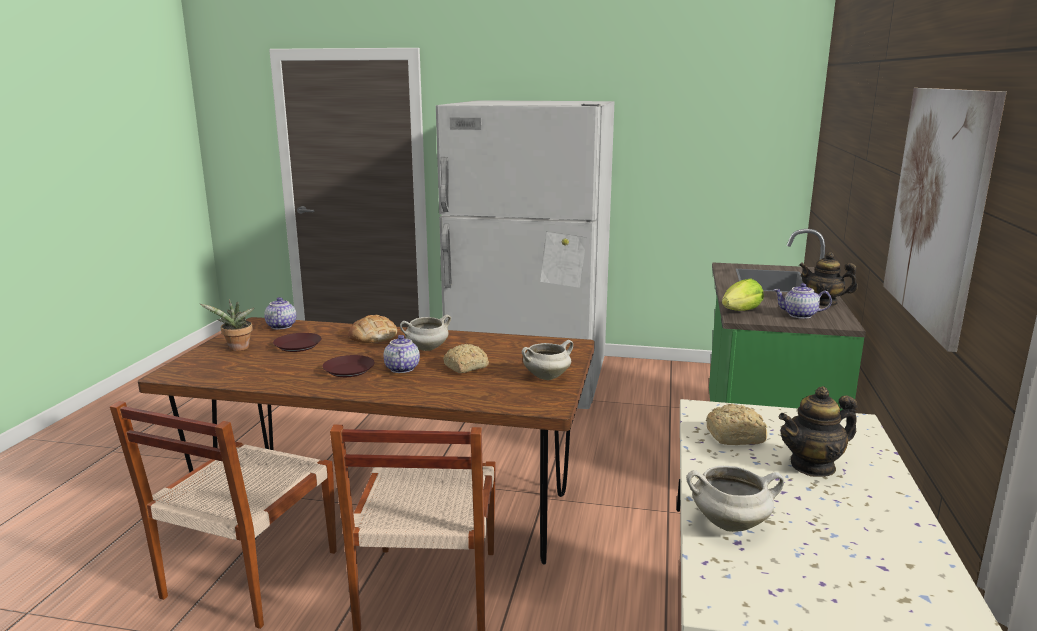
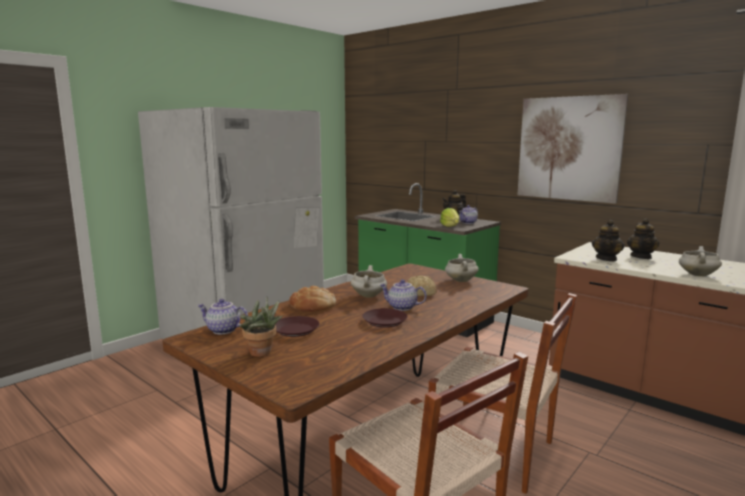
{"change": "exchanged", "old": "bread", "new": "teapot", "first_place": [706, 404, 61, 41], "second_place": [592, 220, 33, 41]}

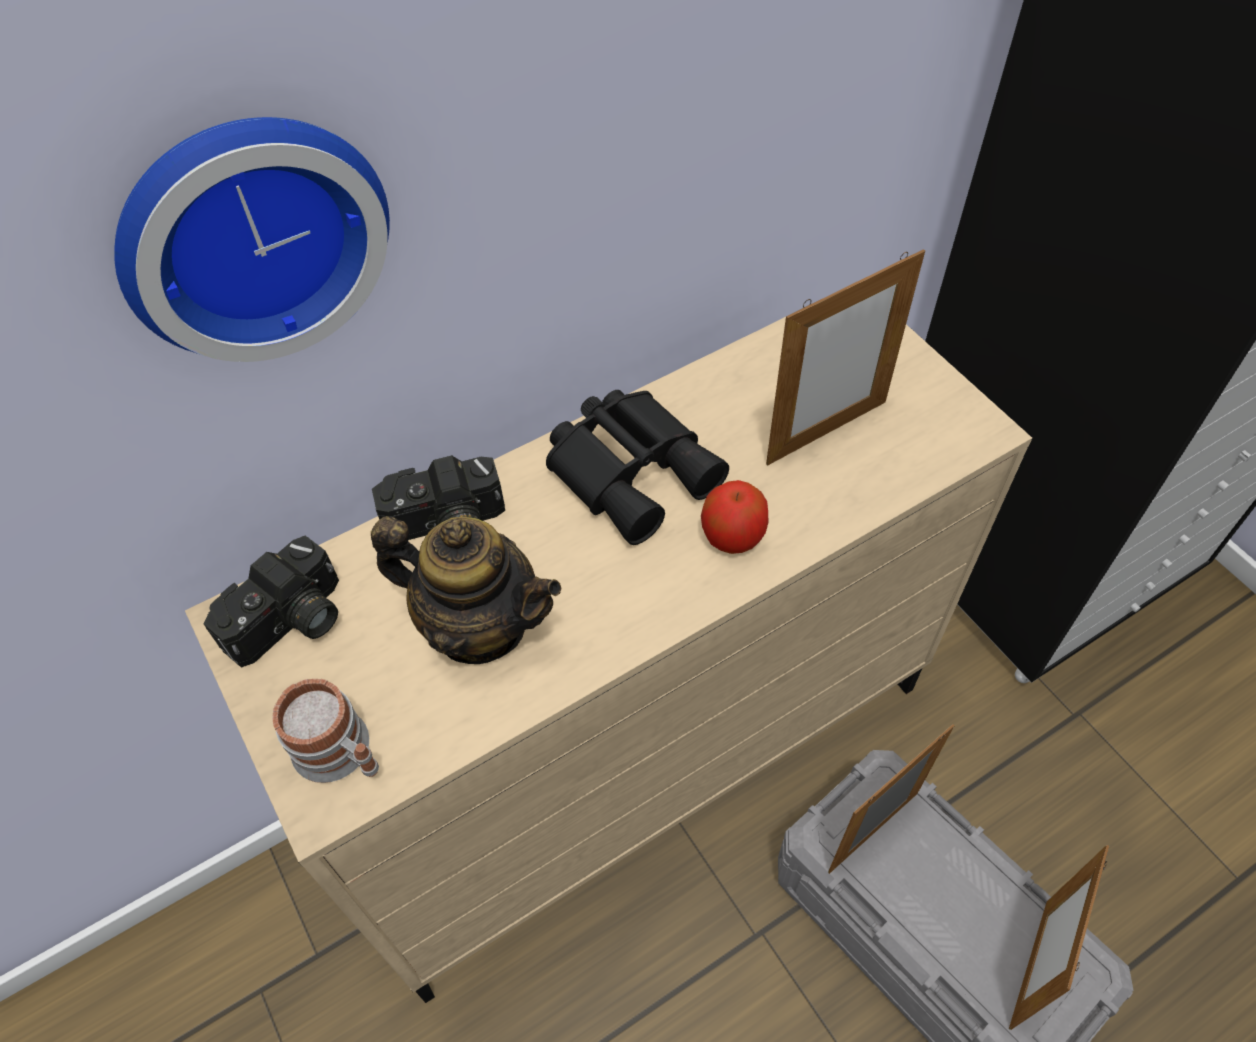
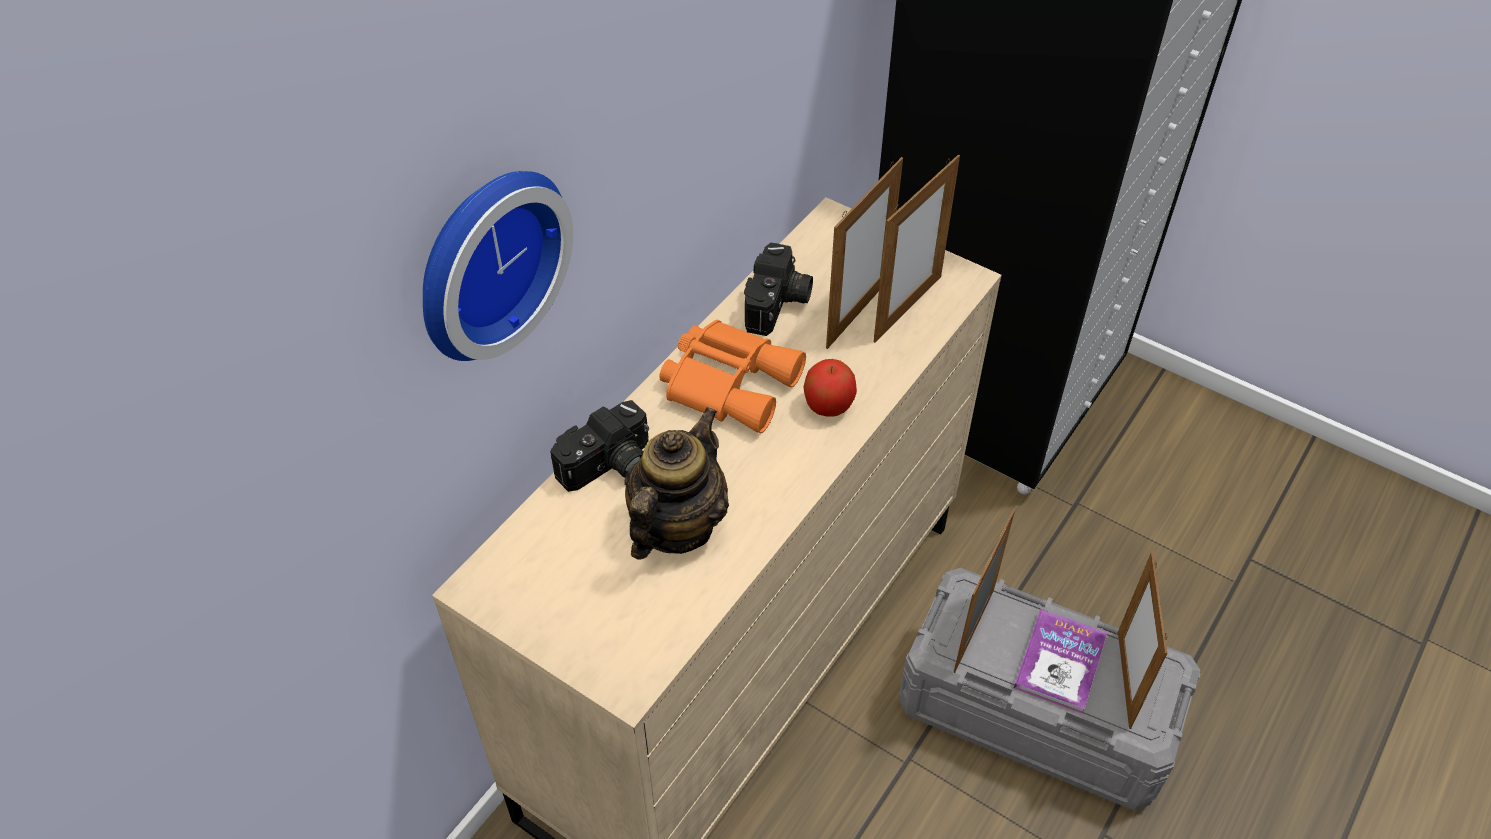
{"change": "spun", "old": "teapot", "first_place": [371, 516, 191, 148], "second_place": [624, 407, 105, 153], "degrees": -60}
{"change": "colour", "old": "black binoculars", "new": "orange binoculars", "first_place": [546, 390, 183, 155], "second_place": [659, 320, 147, 113]}
{"change": "relocated", "old": "photo camera", "first_place": [204, 535, 135, 133], "second_place": [744, 243, 69, 93]}
{"change": "appeared", "new": "picture frame", "second_place": [873, 154, 87, 188]}
{"change": "appeared", "new": "book", "second_place": [1014, 609, 93, 105]}
{"change": "missing", "old": "mug", "first_place": [272, 679, 107, 104]}

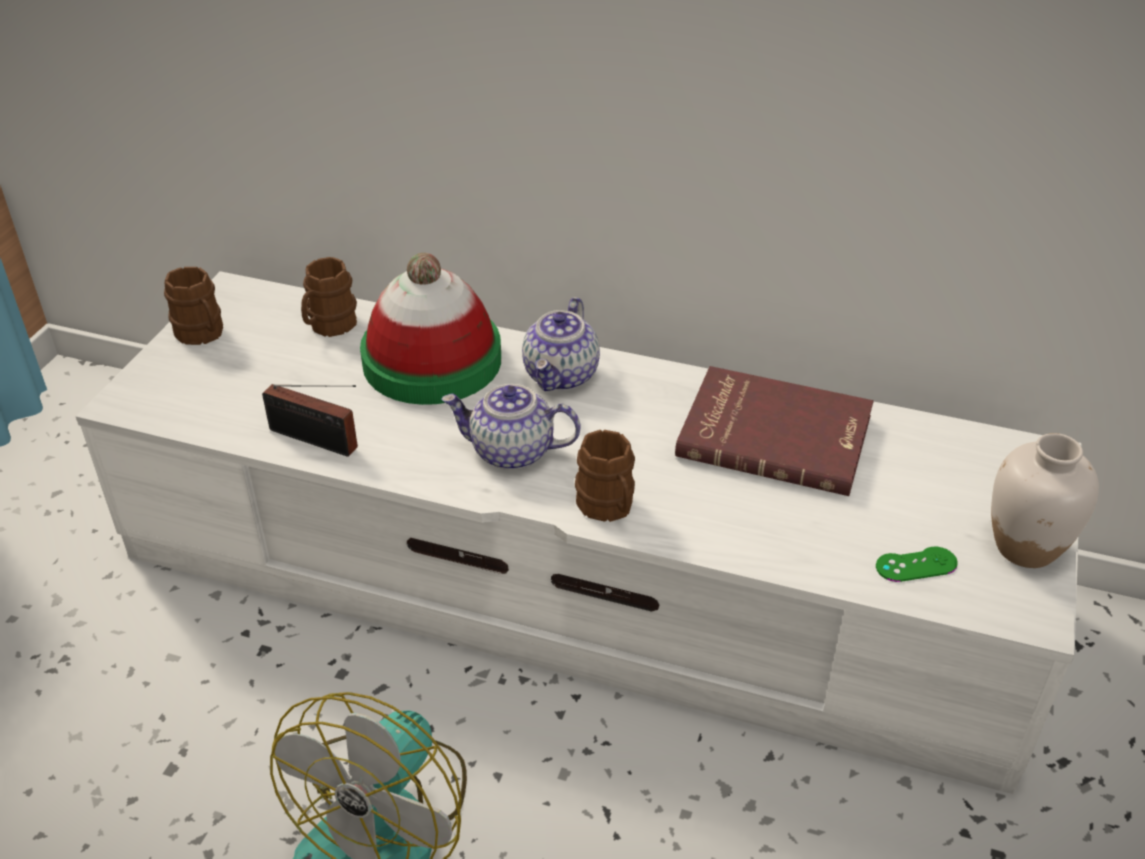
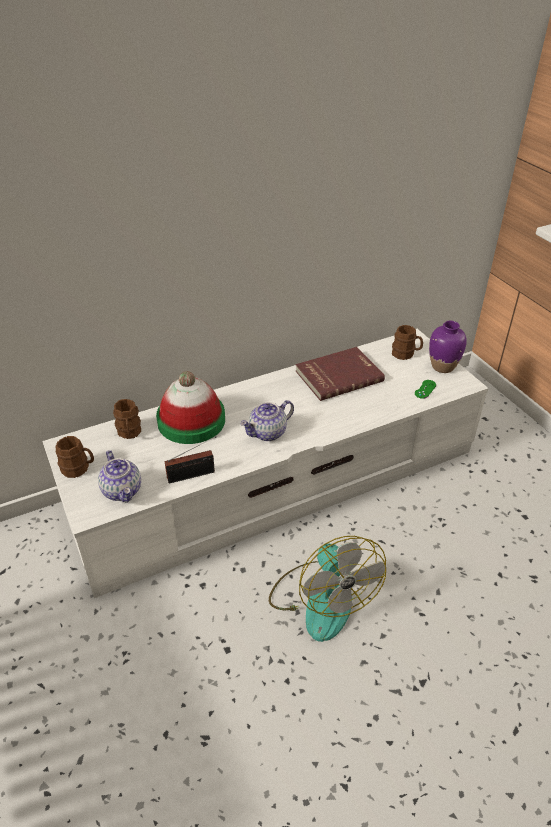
{"change": "relocated", "old": "teapot", "first_place": [522, 297, 78, 94], "second_place": [98, 450, 43, 53]}
{"change": "relocated", "old": "brown mug", "first_place": [575, 430, 60, 92], "second_place": [392, 325, 31, 35]}
{"change": "colour", "old": "white vase", "new": "purple vase", "first_place": [991, 433, 108, 135], "second_place": [429, 321, 38, 52]}

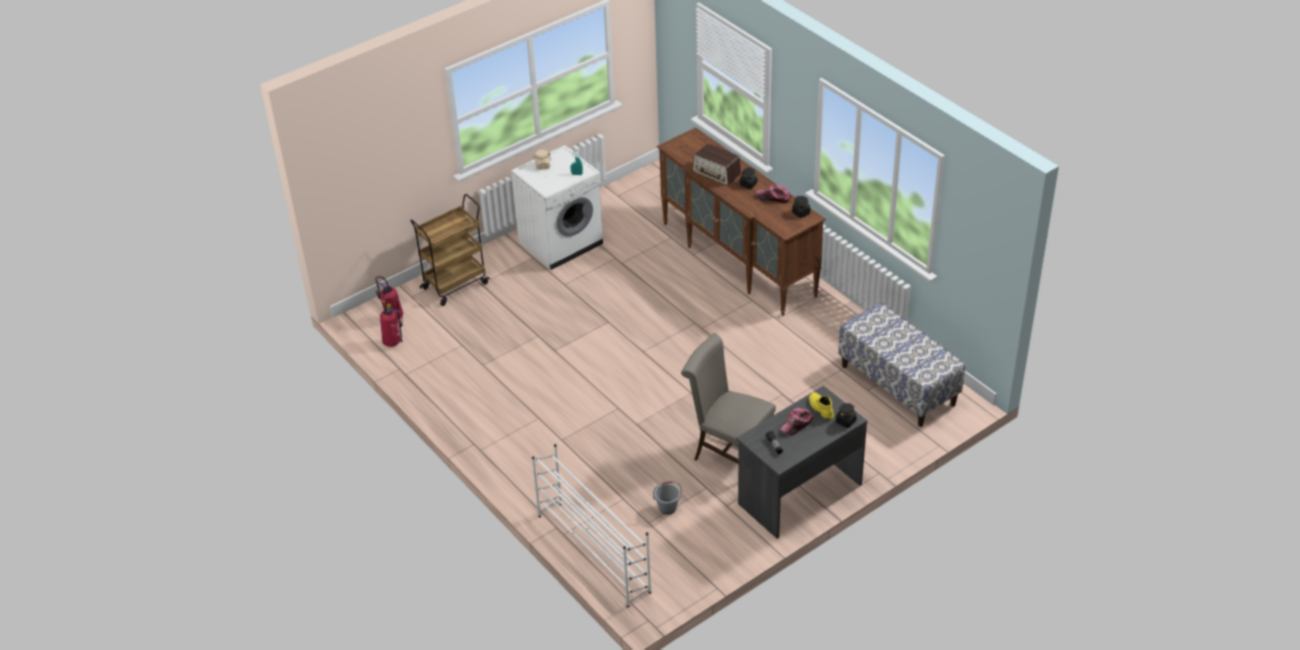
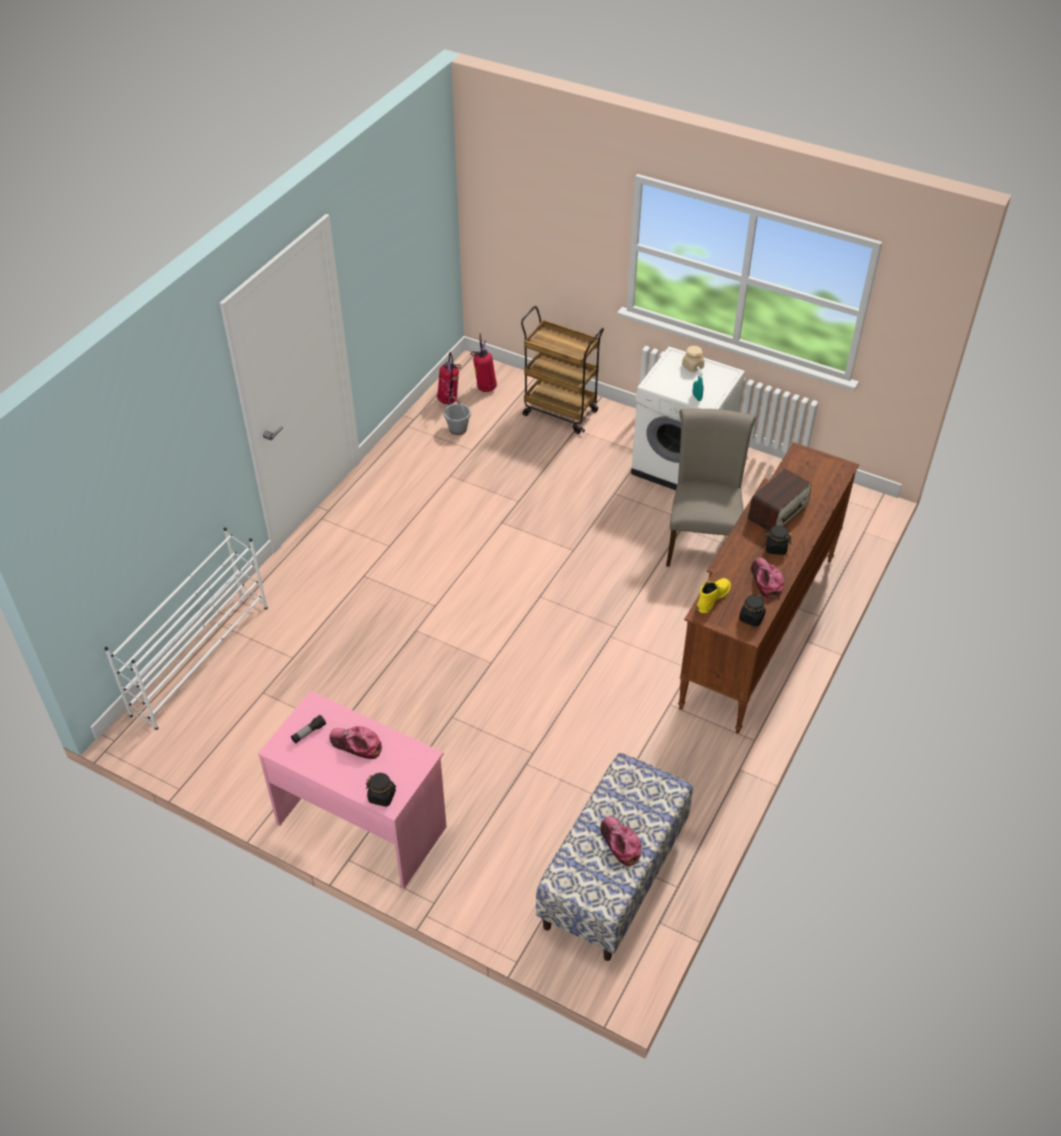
{"change": "colour", "old": "grey desk", "new": "pink desk", "first_place": [736, 386, 132, 153], "second_place": [258, 691, 188, 198]}
{"change": "relocated", "old": "grey bucket", "first_place": [653, 481, 28, 34], "second_place": [444, 396, 27, 39]}
{"change": "appeared", "new": "cap", "second_place": [600, 816, 41, 51]}
{"change": "relocated", "old": "beige chair", "first_place": [681, 333, 95, 131], "second_place": [666, 409, 90, 158]}
{"change": "relocated", "old": "yellow boot", "first_place": [809, 392, 25, 28], "second_place": [697, 578, 34, 35]}
{"change": "spun", "old": "radio", "first_place": [693, 144, 48, 41], "second_place": [747, 469, 65, 63], "degrees": -150}

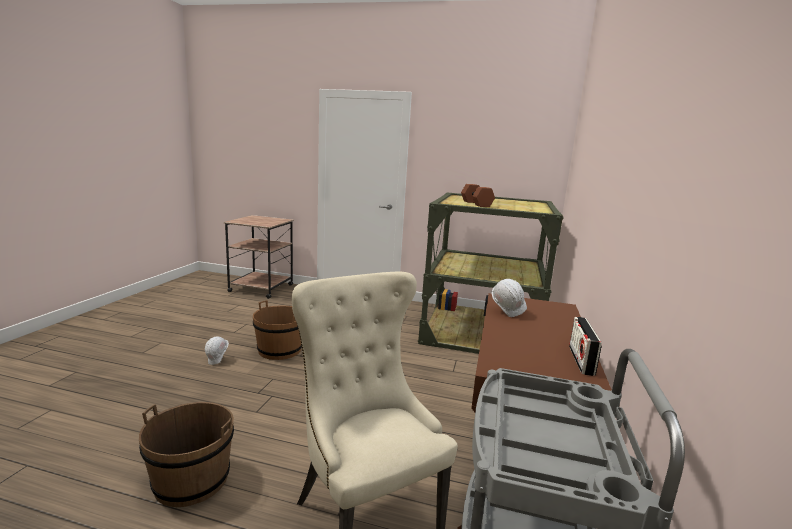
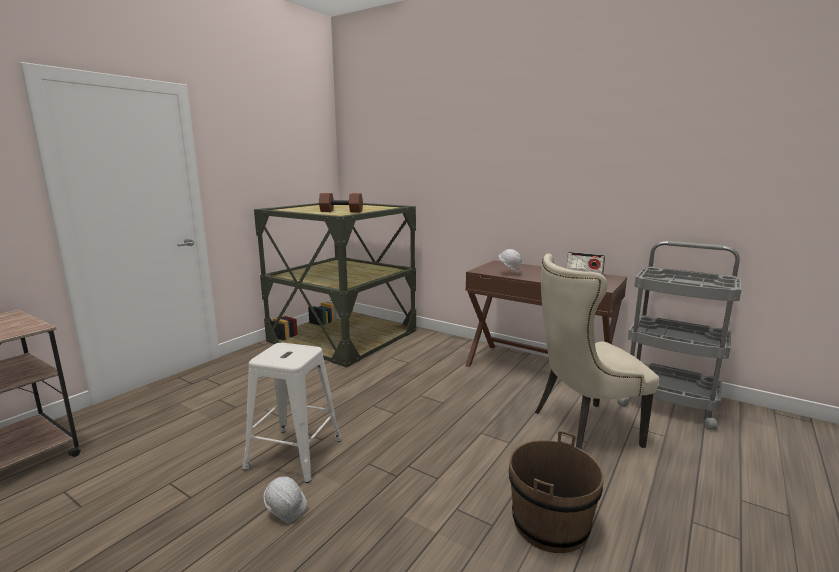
{"change": "exchanged", "old": "brown bucket", "new": "white stool", "first_place": [253, 300, 49, 60], "second_place": [242, 343, 100, 140]}

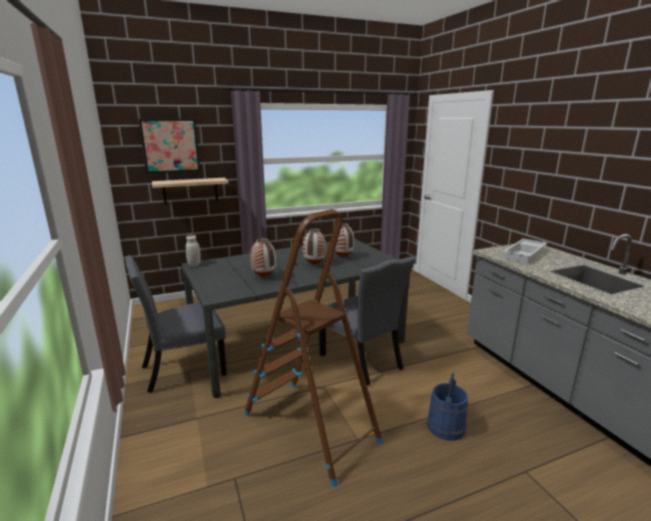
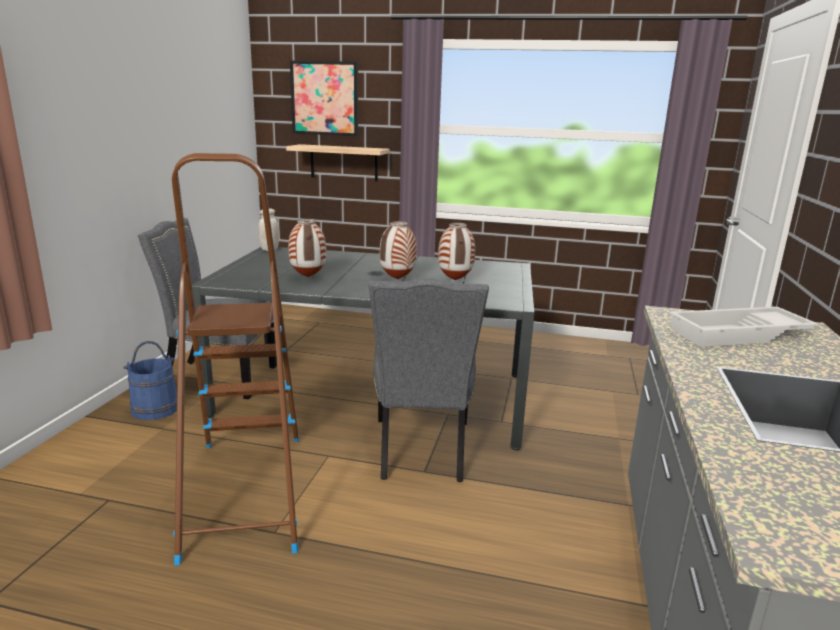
{"change": "relocated", "old": "blue bucket", "first_place": [427, 372, 41, 69], "second_place": [123, 341, 54, 79]}

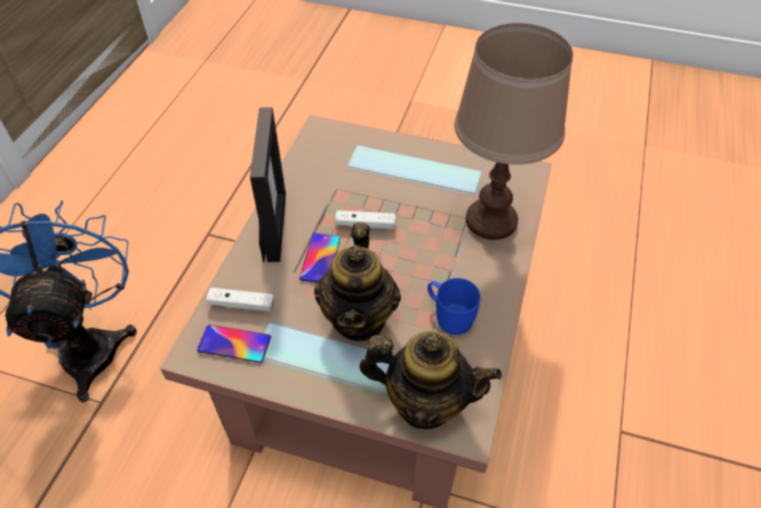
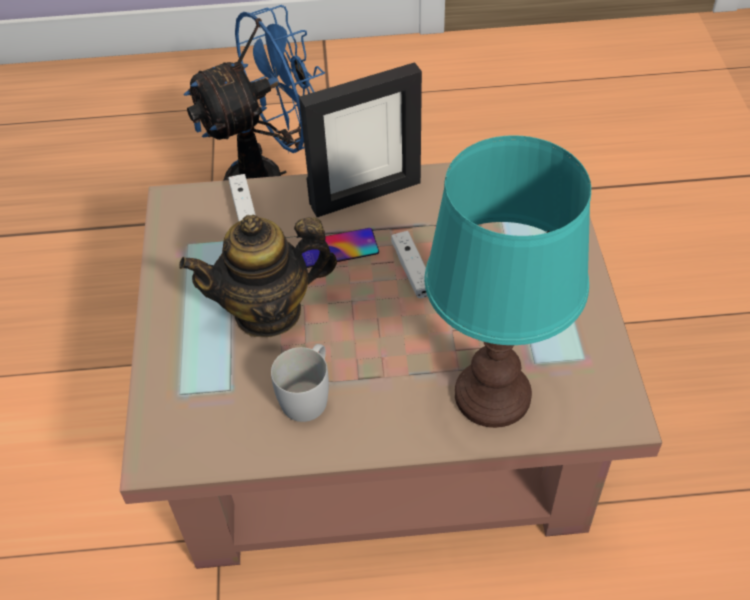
{"change": "colour", "old": "blue mug", "new": "white mug", "first_place": [427, 278, 54, 57], "second_place": [271, 344, 58, 78]}
{"change": "colour", "old": "brown table lamp", "new": "turquoise table lamp", "first_place": [454, 23, 119, 217], "second_place": [425, 135, 166, 293]}
{"change": "missing", "old": "phone", "first_place": [197, 325, 74, 38]}
{"change": "missing", "old": "teapot", "first_place": [359, 331, 143, 98]}

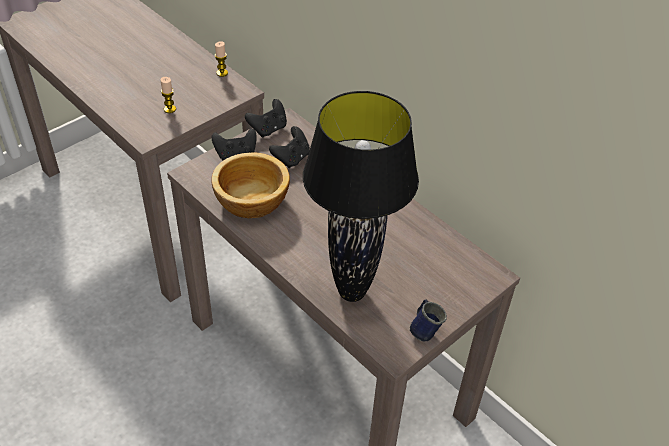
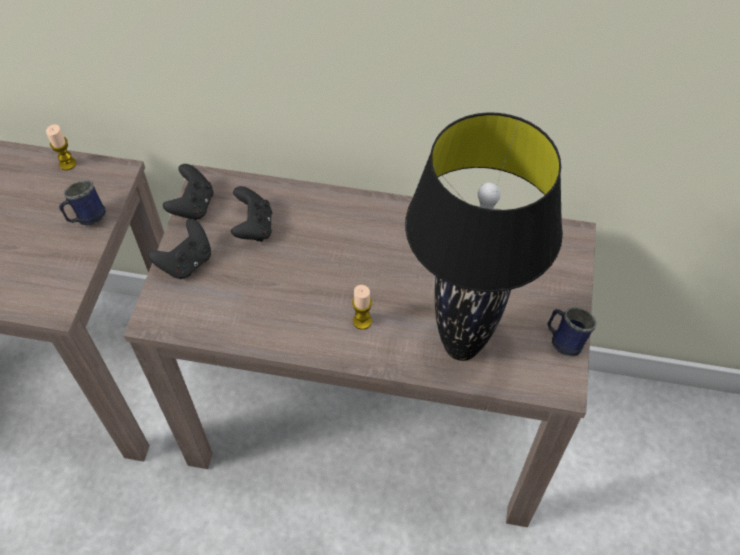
{"change": "appeared", "new": "blue mug", "second_place": [59, 180, 47, 45]}
{"change": "relocated", "old": "candle", "first_place": [160, 77, 16, 36], "second_place": [352, 285, 20, 45]}
{"change": "missing", "old": "bowl", "first_place": [211, 152, 79, 66]}

